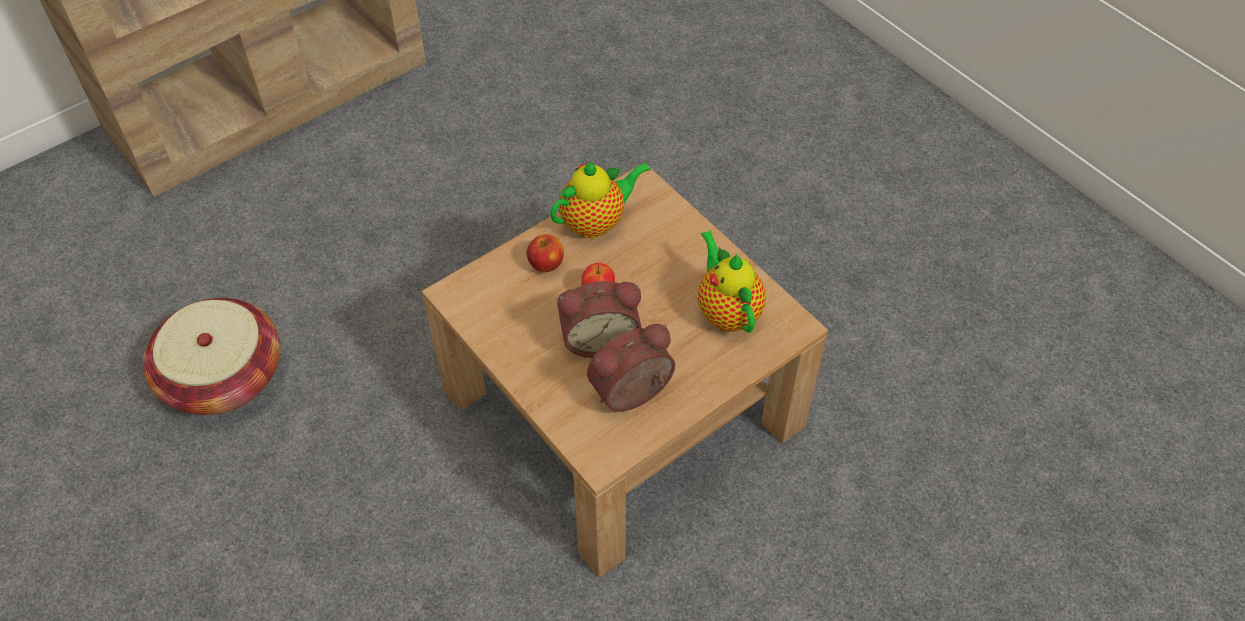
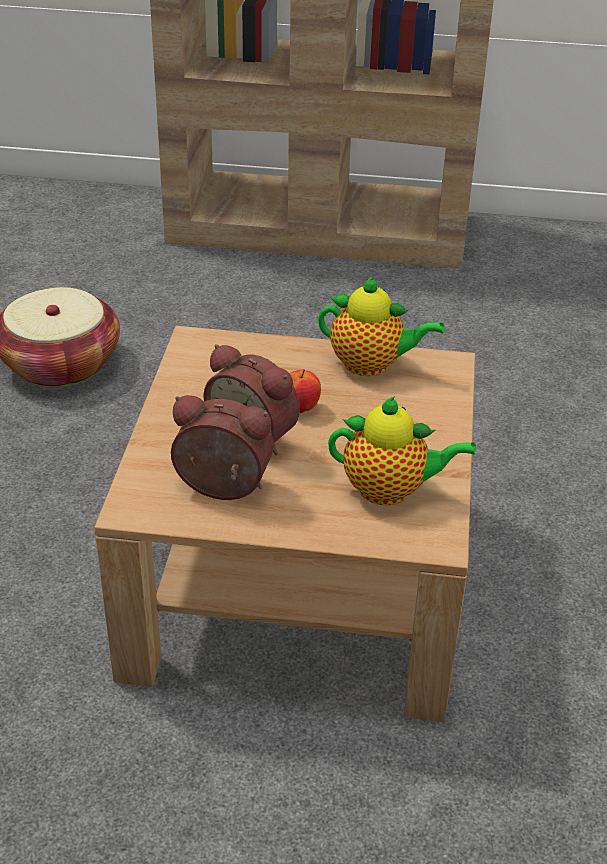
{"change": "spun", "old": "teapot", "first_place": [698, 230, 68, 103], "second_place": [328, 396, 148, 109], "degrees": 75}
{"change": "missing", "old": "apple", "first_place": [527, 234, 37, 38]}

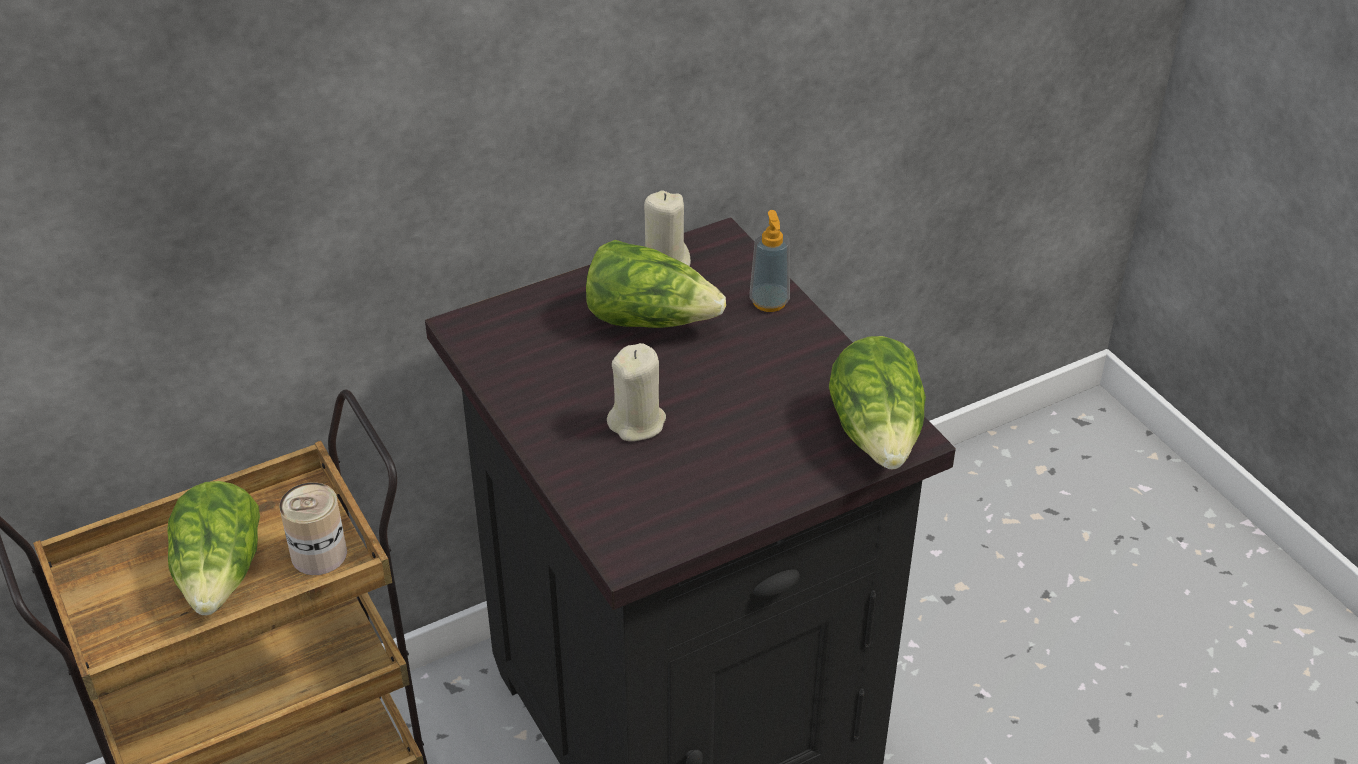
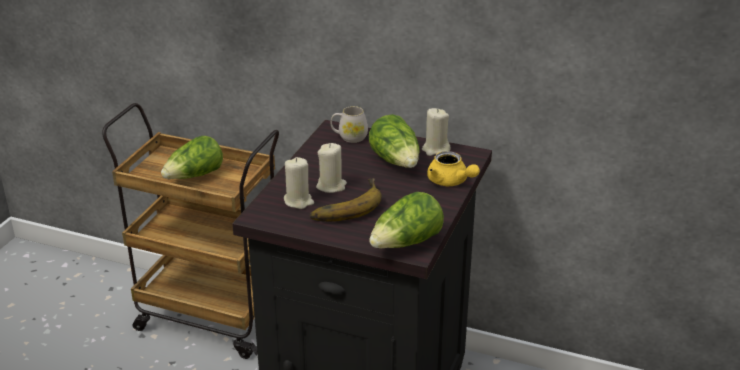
{"change": "appeared", "new": "beige candle", "second_place": [284, 157, 30, 52]}
{"change": "appeared", "new": "banana", "second_place": [309, 178, 73, 44]}
{"change": "appeared", "new": "white mug", "second_place": [331, 106, 37, 37]}
{"change": "exchanged", "old": "soap dispenser", "new": "yellow teapot", "first_place": [750, 210, 40, 102], "second_place": [427, 151, 53, 35]}
{"change": "missing", "old": "can", "first_place": [279, 482, 68, 93]}

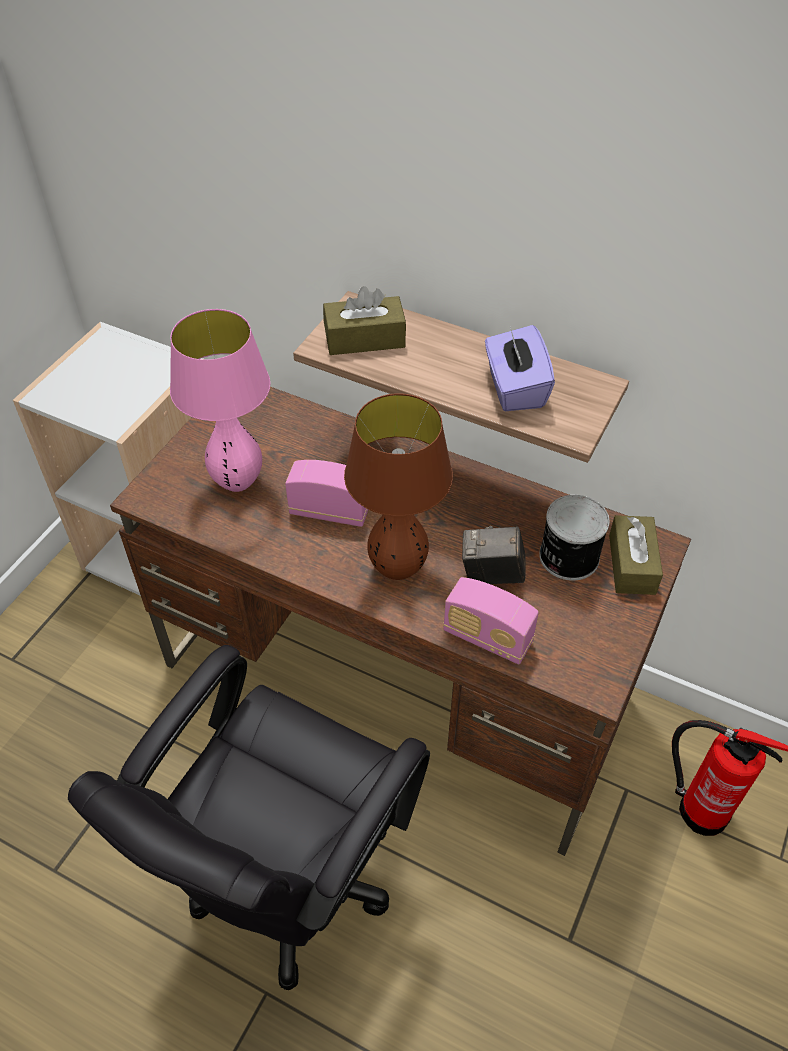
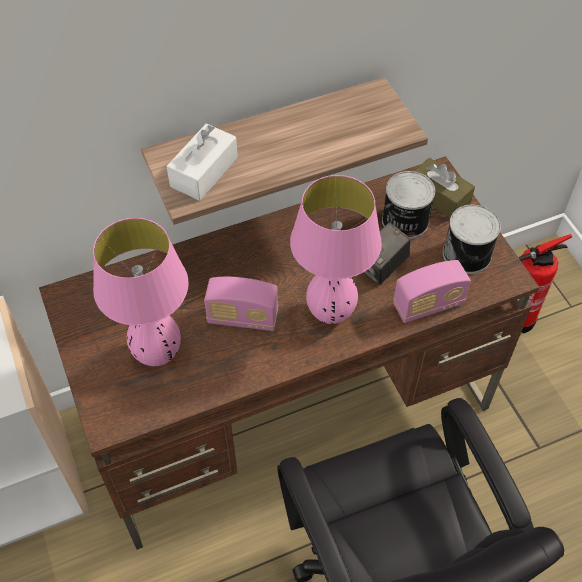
{"change": "colour", "old": "brown tissue box", "new": "white tissue box", "first_place": [323, 286, 83, 69], "second_place": [167, 124, 71, 77]}
{"change": "spun", "old": "radio", "first_place": [285, 460, 83, 67], "second_place": [204, 277, 74, 54], "degrees": -135}
{"change": "colour", "old": "brown table lamp", "new": "pink table lamp", "first_place": [344, 393, 109, 187], "second_place": [290, 175, 92, 149]}
{"change": "appeared", "new": "can", "second_place": [443, 204, 58, 70]}
{"change": "missing", "old": "purple tissue box", "first_place": [485, 325, 70, 86]}

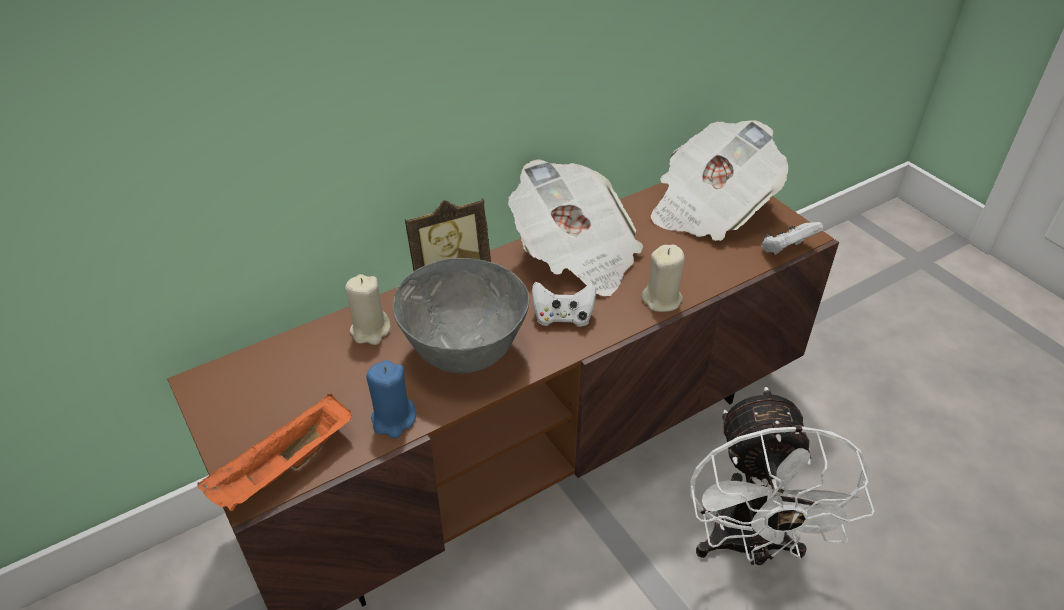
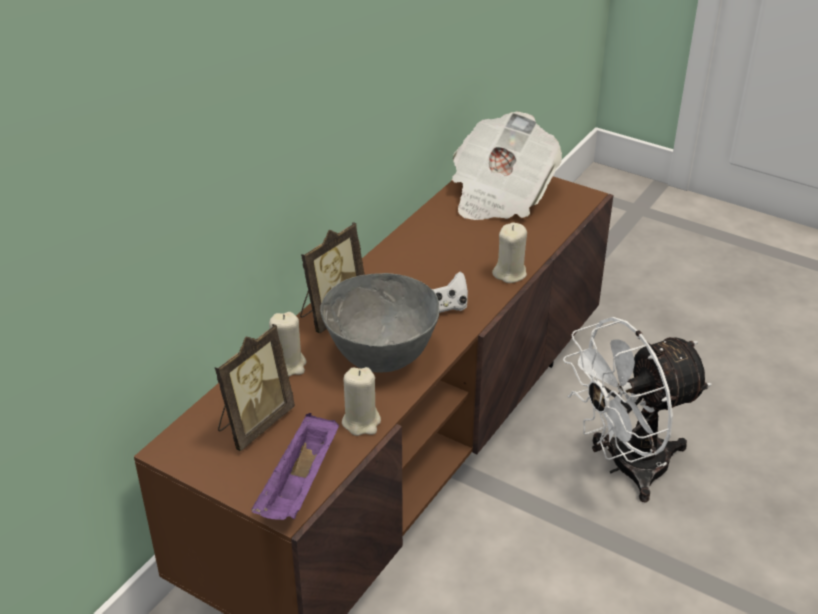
{"change": "appeared", "new": "picture frame", "second_place": [215, 324, 80, 127]}
{"change": "colour", "old": "orange tray", "new": "purple tray", "first_place": [197, 394, 155, 117], "second_place": [251, 413, 88, 107]}
{"change": "colour", "old": "blue candle", "new": "beige candle", "first_place": [366, 360, 50, 78], "second_place": [342, 367, 39, 69]}
{"change": "spun", "old": "white fan", "first_place": [690, 387, 185, 178], "second_place": [563, 317, 148, 186], "degrees": 90}
{"change": "missing", "old": "newspaper", "first_place": [508, 159, 135, 137]}
{"change": "missing", "old": "white game controller", "first_place": [762, 222, 61, 33]}

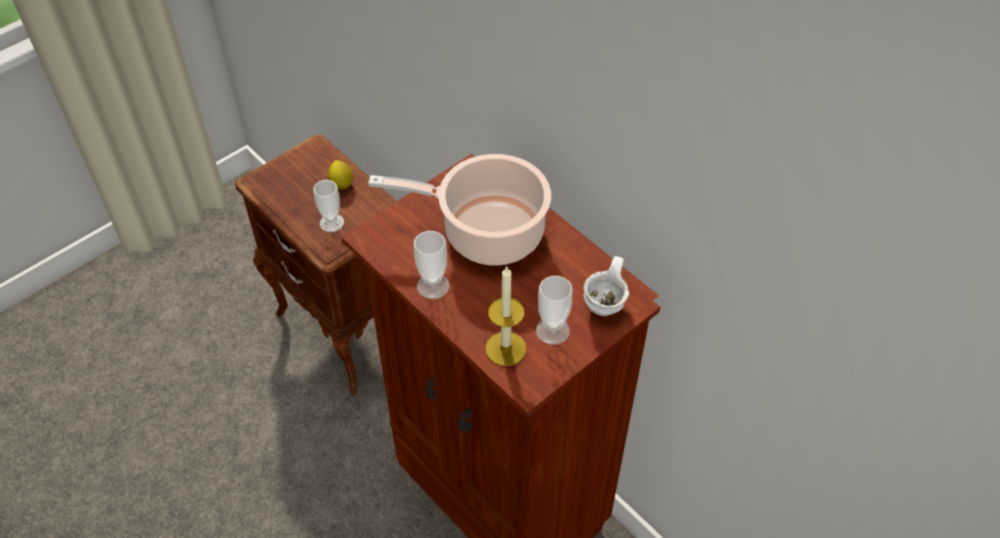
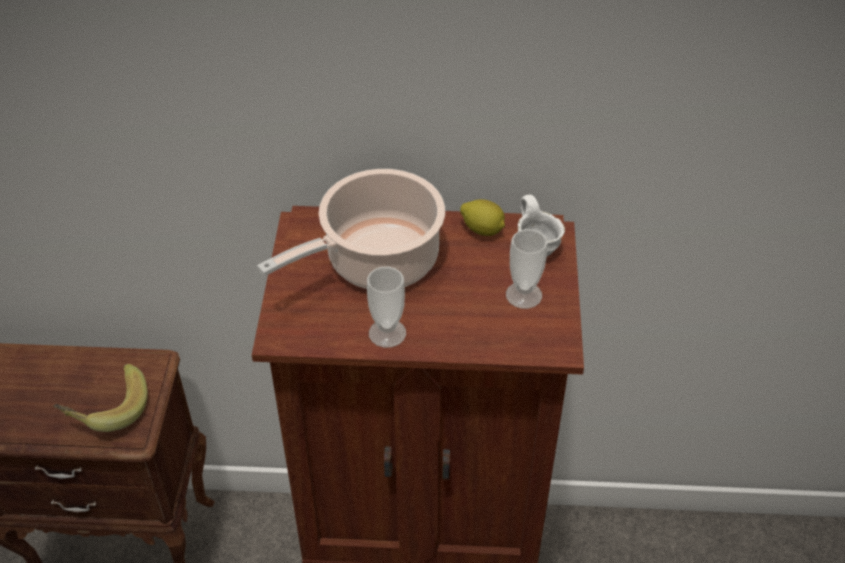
{"change": "exchanged", "old": "cup", "new": "banana", "first_place": [313, 180, 31, 52], "second_place": [53, 364, 95, 68]}
{"change": "relocated", "old": "lemon", "first_place": [329, 160, 24, 29], "second_place": [460, 199, 45, 37]}
{"change": "missing", "old": "candle", "first_place": [486, 265, 41, 101]}

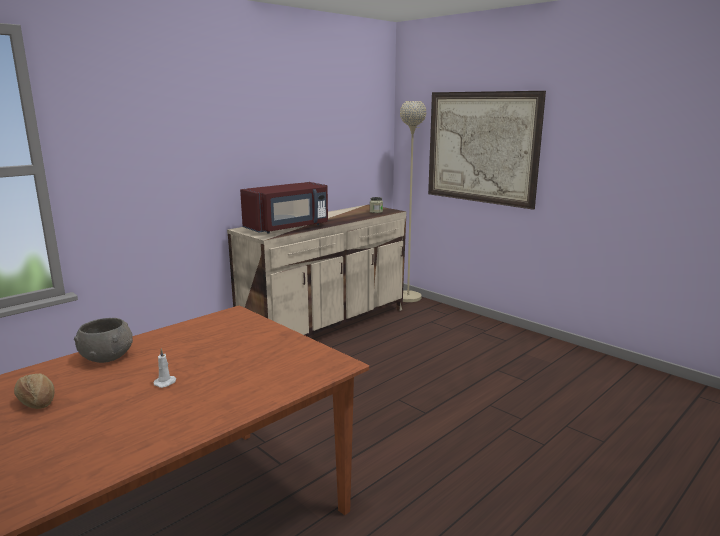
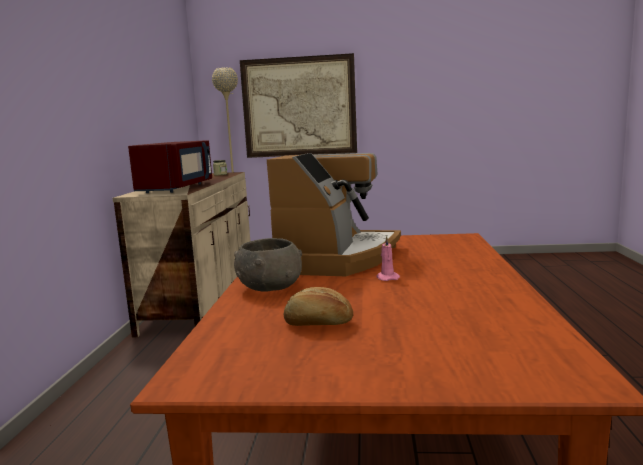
{"change": "appeared", "new": "coffee machine", "second_place": [267, 153, 134, 123]}
{"change": "colour", "old": "white candle", "new": "pink candle", "first_place": [154, 348, 22, 40], "second_place": [376, 236, 24, 45]}

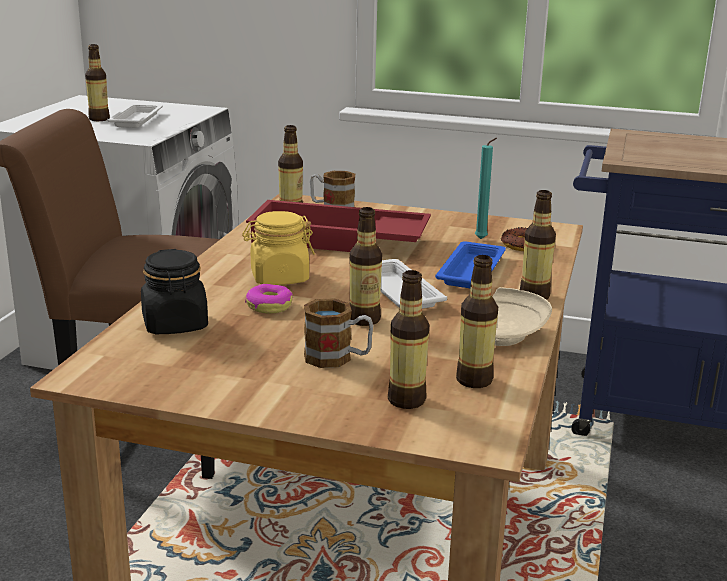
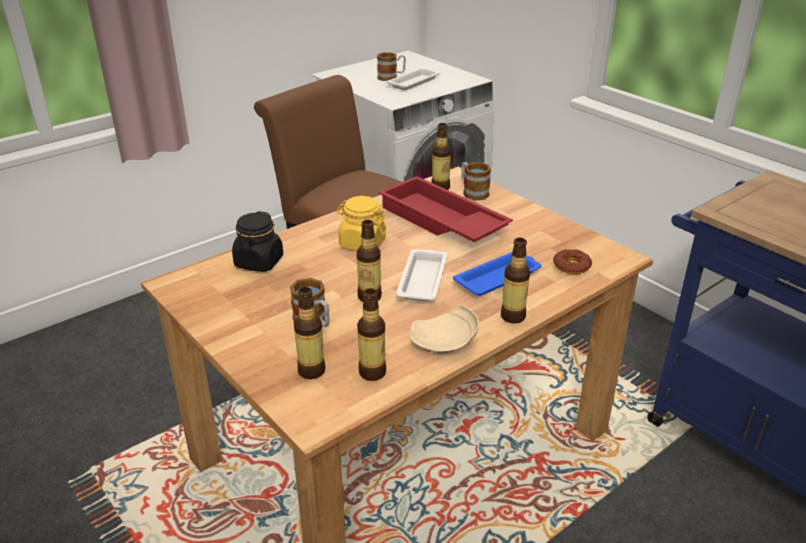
{"change": "exchanged", "old": "bottle", "new": "mug", "first_place": [85, 44, 25, 77], "second_place": [377, 52, 29, 29]}
{"change": "missing", "old": "donut", "first_place": [245, 284, 48, 29]}
{"change": "missing", "old": "turquoise candle", "first_place": [475, 138, 22, 101]}

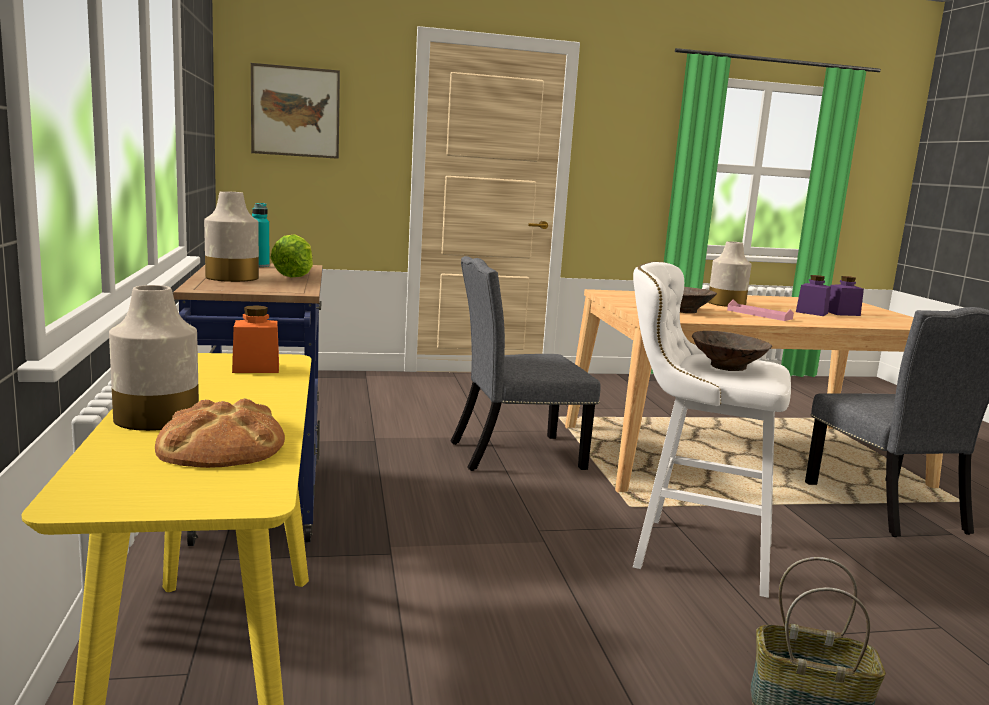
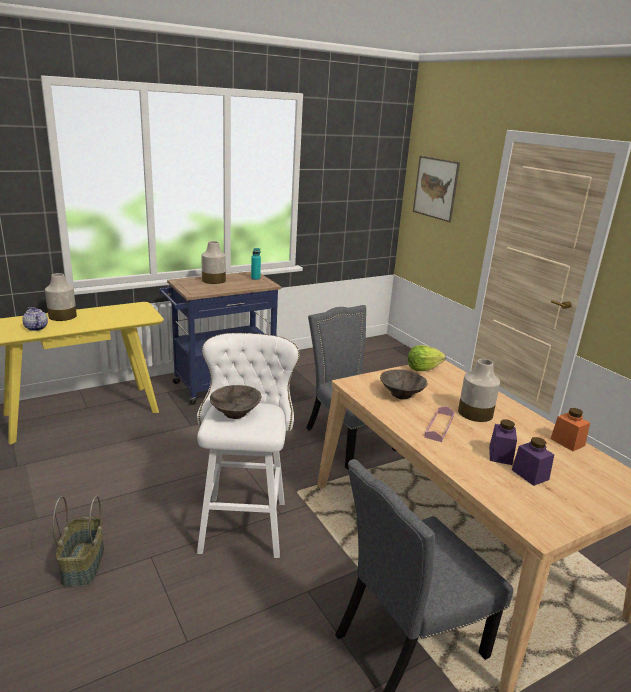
{"change": "exchanged", "old": "bread", "new": "teapot", "first_place": [155, 398, 130, 70], "second_place": [22, 307, 26, 24]}
{"change": "relocated", "old": "lettuce", "first_place": [270, 234, 43, 44], "second_place": [408, 345, 38, 26]}
{"change": "relocated", "old": "orange jar", "first_place": [232, 305, 47, 68], "second_place": [551, 408, 39, 43]}

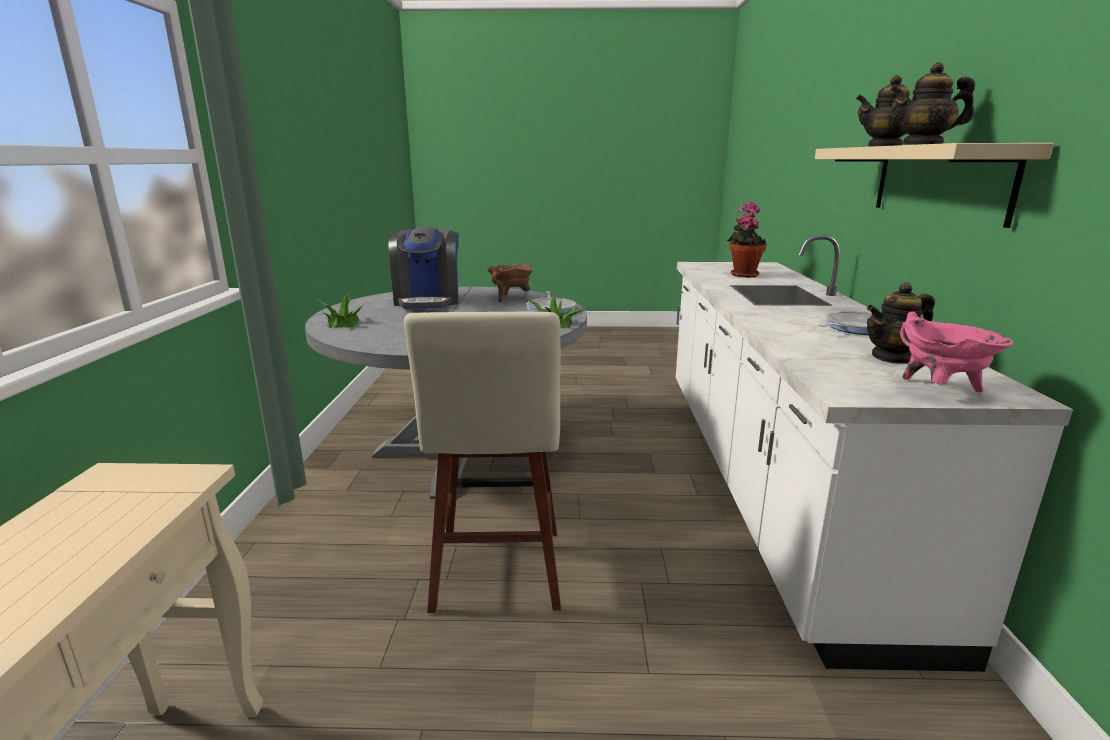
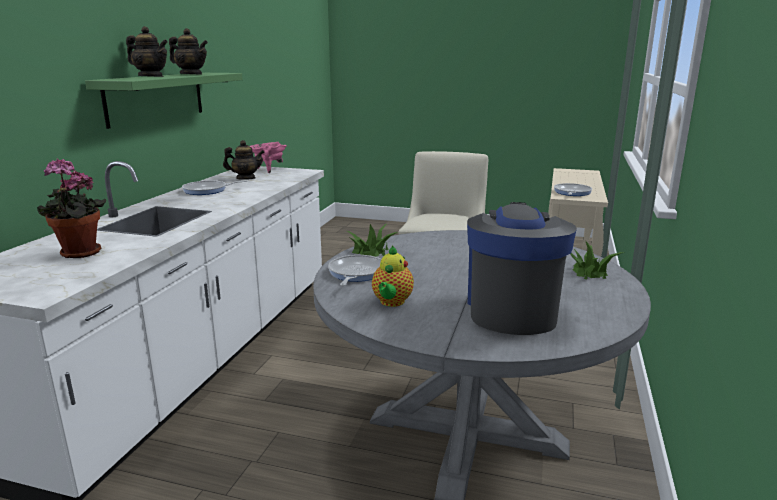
{"change": "colour", "old": "beige shelf", "new": "green shelf", "first_place": [815, 143, 239, 85], "second_place": [85, 73, 158, 56]}
{"change": "exchanged", "old": "brown cooking pot", "new": "teapot", "first_place": [487, 264, 46, 39], "second_place": [372, 245, 42, 62]}
{"change": "appeared", "new": "frying pan", "second_place": [554, 183, 38, 13]}

